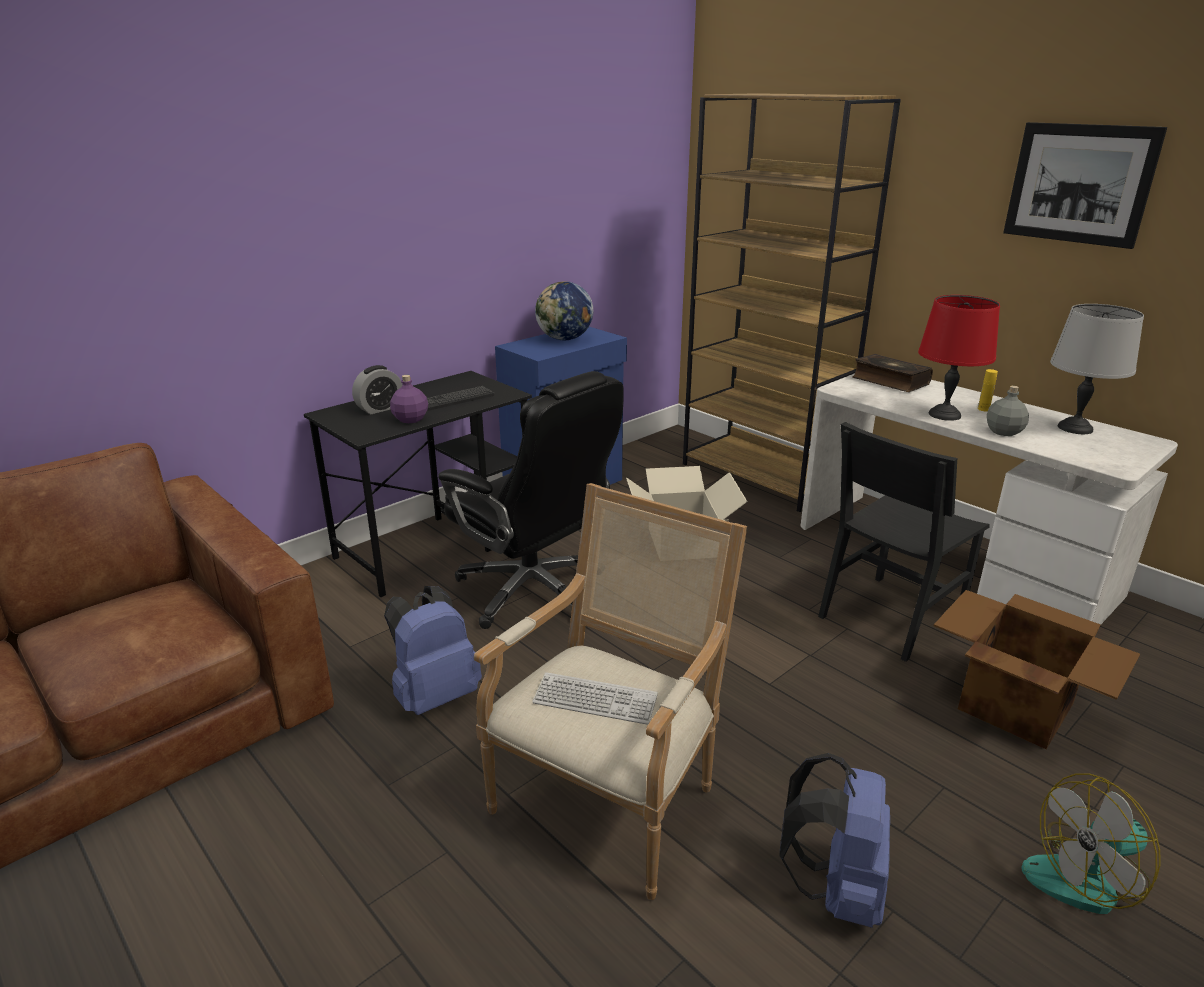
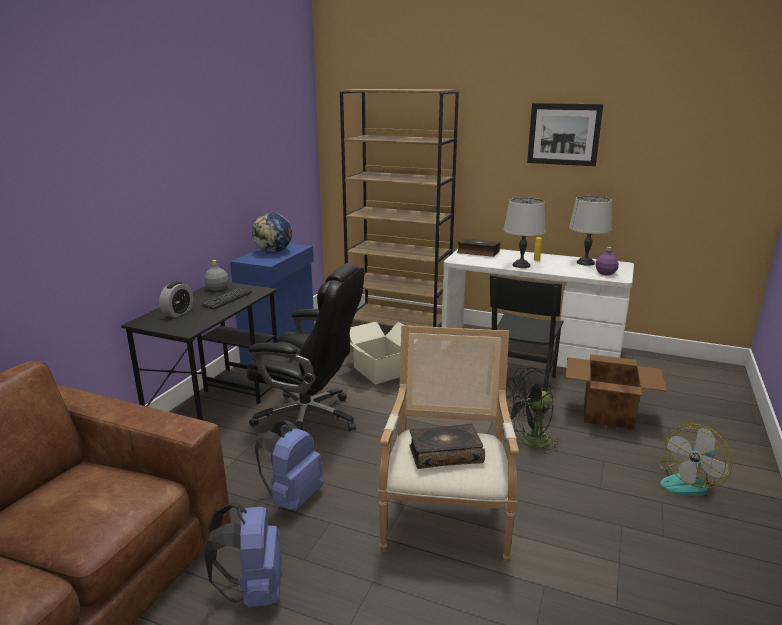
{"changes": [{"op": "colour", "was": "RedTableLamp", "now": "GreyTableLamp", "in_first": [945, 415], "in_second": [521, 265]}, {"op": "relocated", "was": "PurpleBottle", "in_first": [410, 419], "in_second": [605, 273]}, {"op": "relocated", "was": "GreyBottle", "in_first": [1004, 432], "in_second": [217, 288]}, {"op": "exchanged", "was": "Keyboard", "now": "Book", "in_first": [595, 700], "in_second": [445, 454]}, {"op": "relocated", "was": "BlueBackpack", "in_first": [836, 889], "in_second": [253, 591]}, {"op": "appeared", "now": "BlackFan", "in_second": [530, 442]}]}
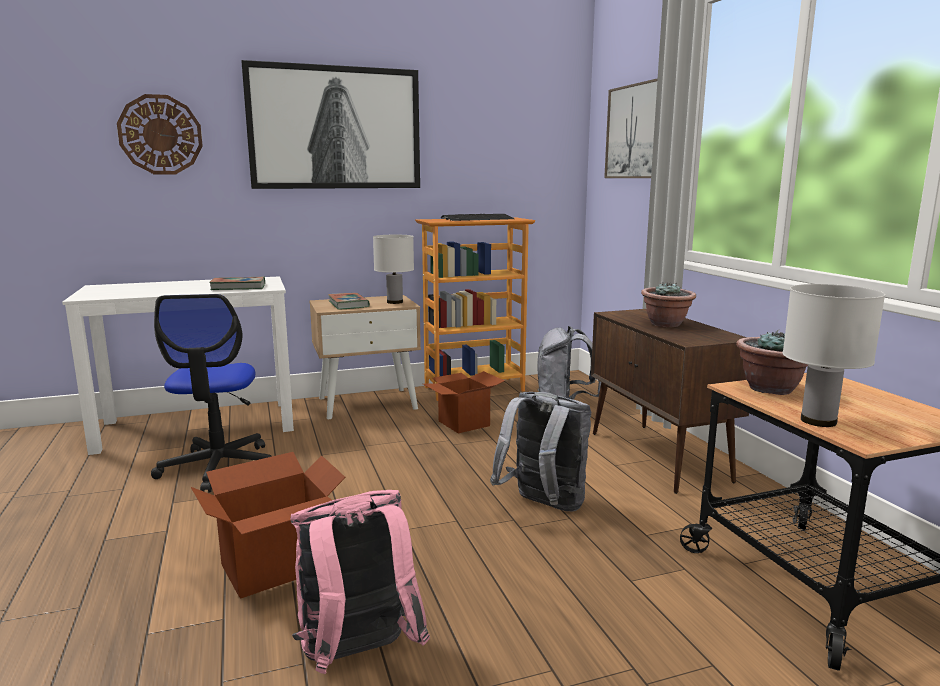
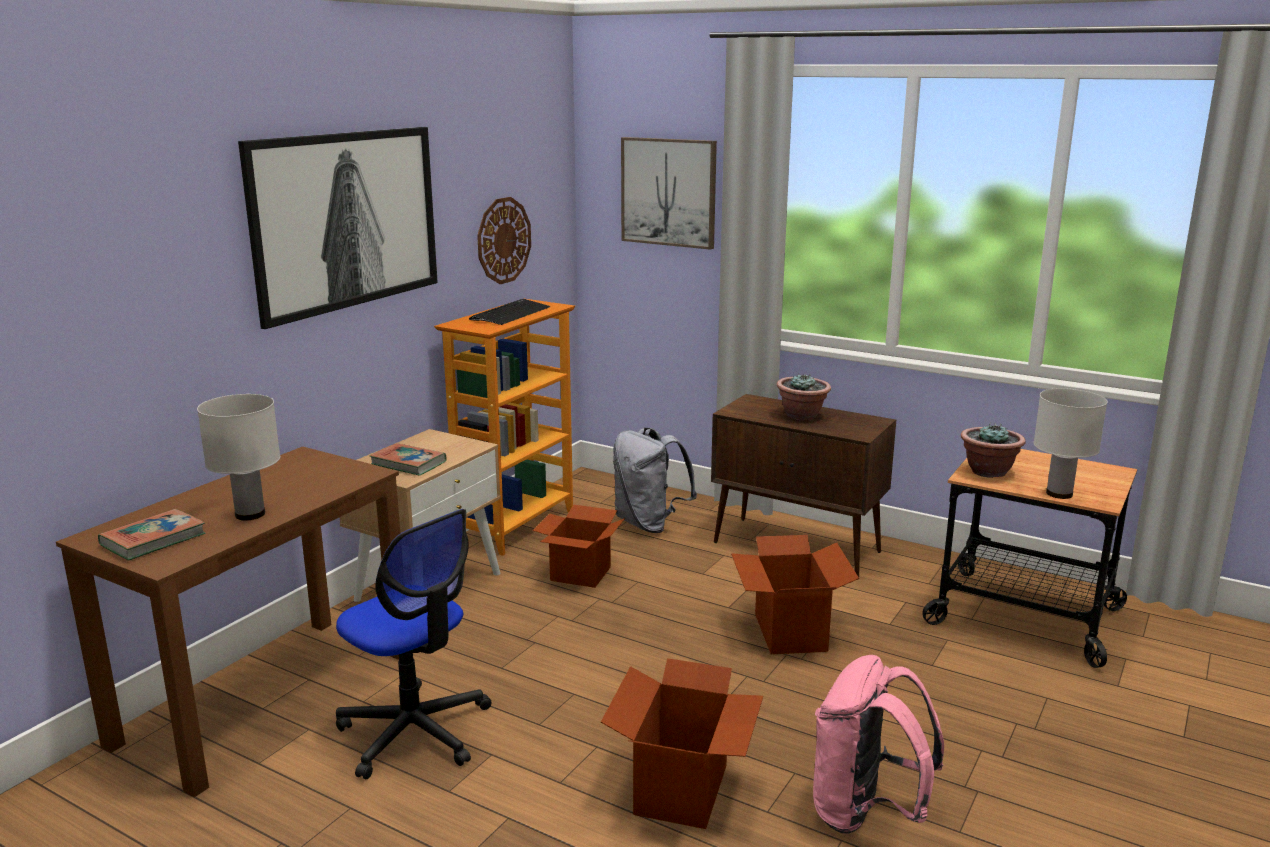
{"changes": [{"op": "relocated", "was": "WallClock", "in_first": [160, 135], "in_second": [503, 240]}, {"op": "relocated", "was": "WhiteTableLamp", "in_first": [394, 302], "in_second": [249, 514]}, {"op": "colour", "was": "WhiteDesk", "now": "BrownDesk", "in_first": [199, 426], "in_second": [267, 696]}, {"op": "relocated", "was": "Book", "in_first": [238, 287], "in_second": [153, 540]}, {"op": "exchanged", "was": "GreyBackpack", "now": "CardboardBox", "in_first": [543, 507], "in_second": [789, 632]}]}
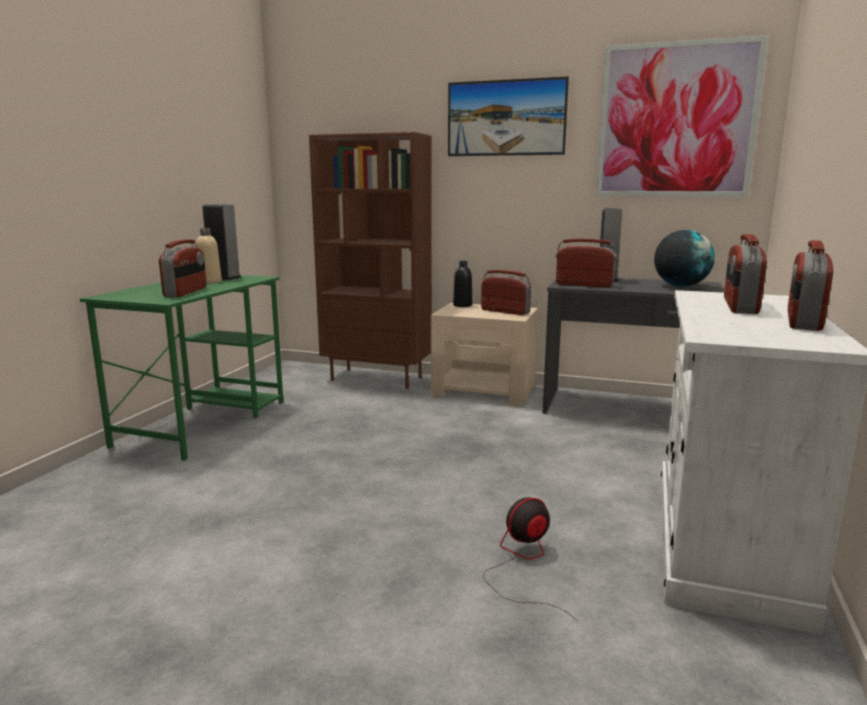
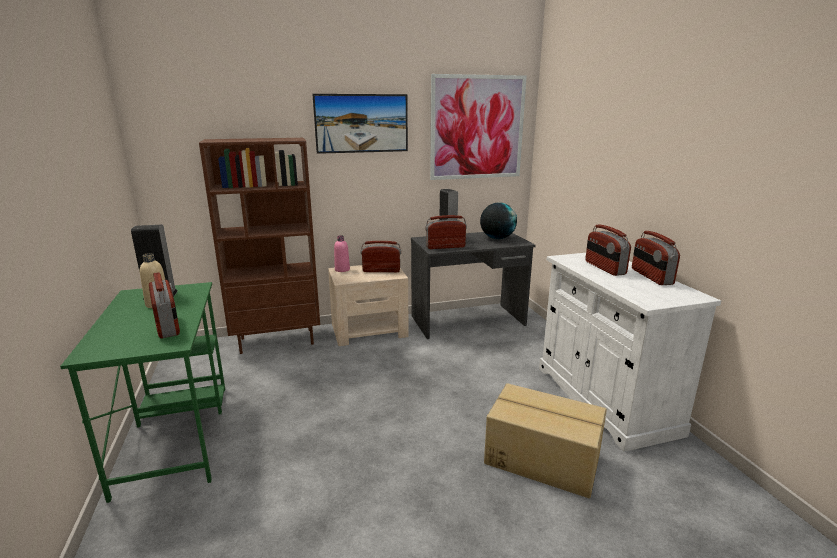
{"changes": [{"op": "colour", "was": "BlackBottle", "now": "PinkBottle", "in_first": [462, 305], "in_second": [342, 270]}, {"op": "exchanged", "was": "Fan", "now": "CardboardBox", "in_first": [523, 563], "in_second": [542, 458]}]}
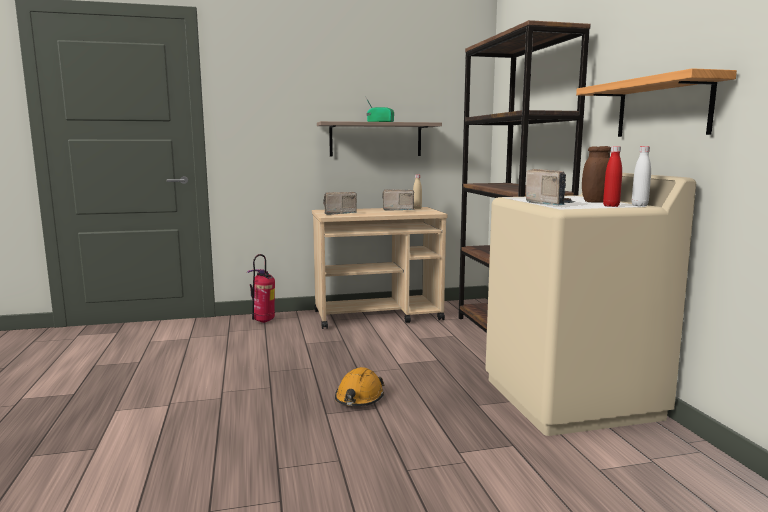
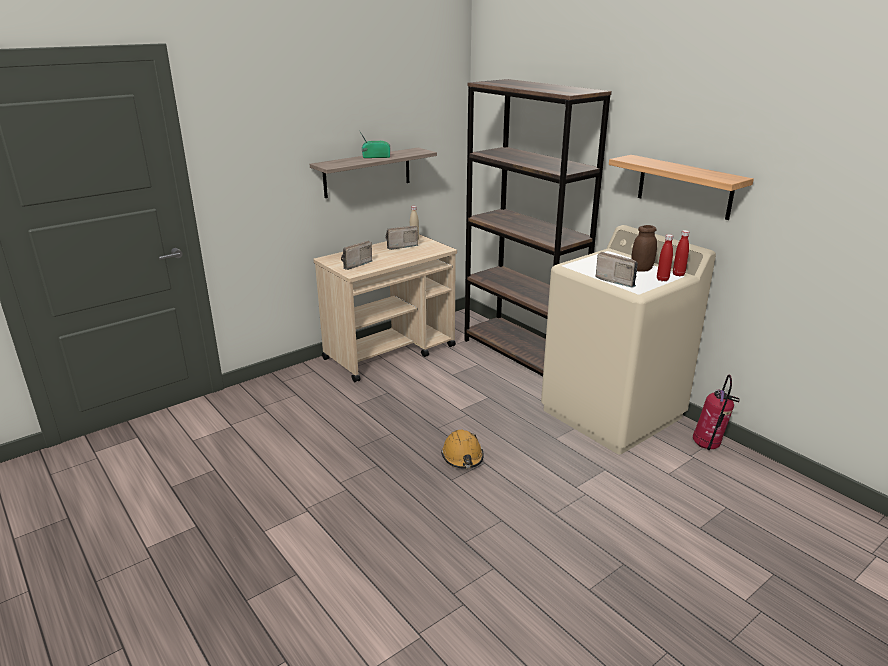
{"changes": [{"op": "colour", "was": "WhiteBottle", "now": "RedBottle", "in_first": [639, 205], "in_second": [678, 274]}, {"op": "relocated", "was": "FireExtinguisher", "in_first": [263, 321], "in_second": [708, 446]}]}
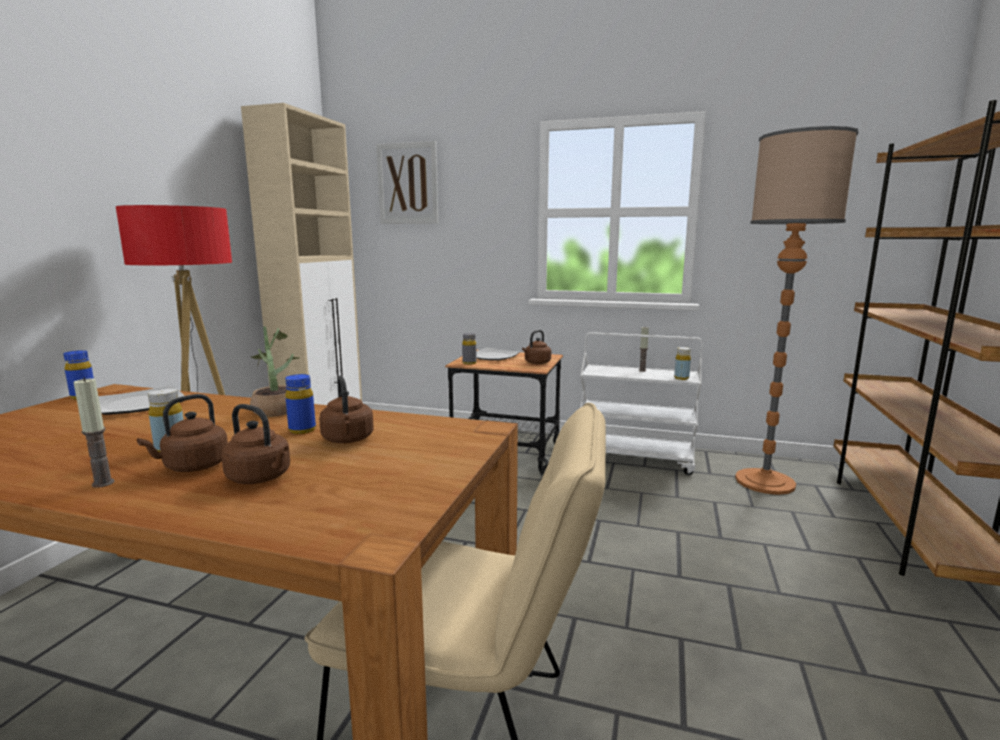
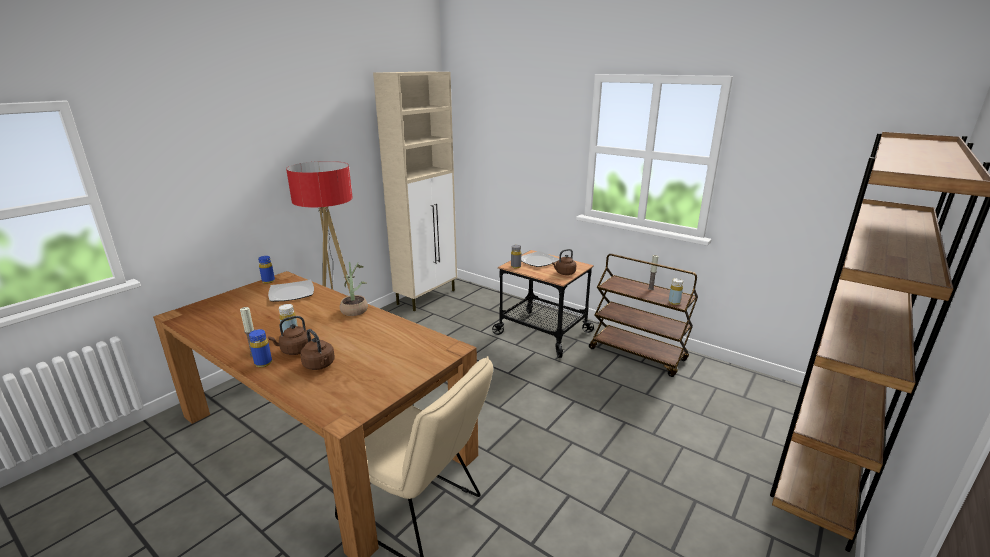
{"changes": [{"op": "missing", "was": "FloorLamp", "in_first": [764, 482]}, {"op": "missing", "was": "Picture", "in_first": [408, 184]}, {"op": "colour", "was": "WhiteCart", "now": "BrownCart", "in_first": [634, 459], "in_second": [638, 354]}, {"op": "relocated", "was": "BlueBottle", "in_first": [302, 430], "in_second": [263, 363]}, {"op": "missing", "was": "BrownKettle", "in_first": [348, 440]}]}
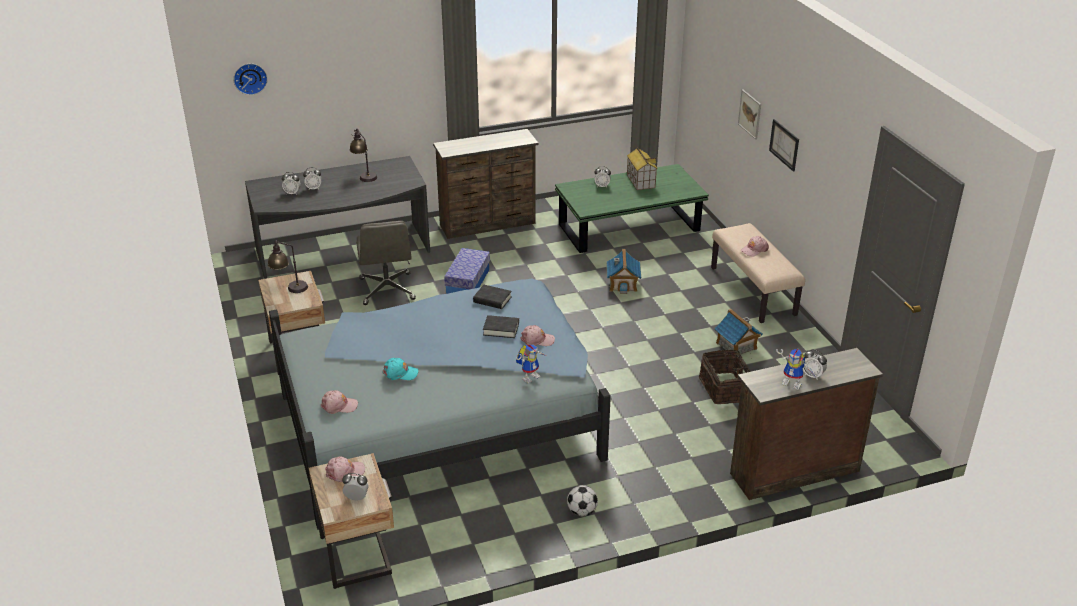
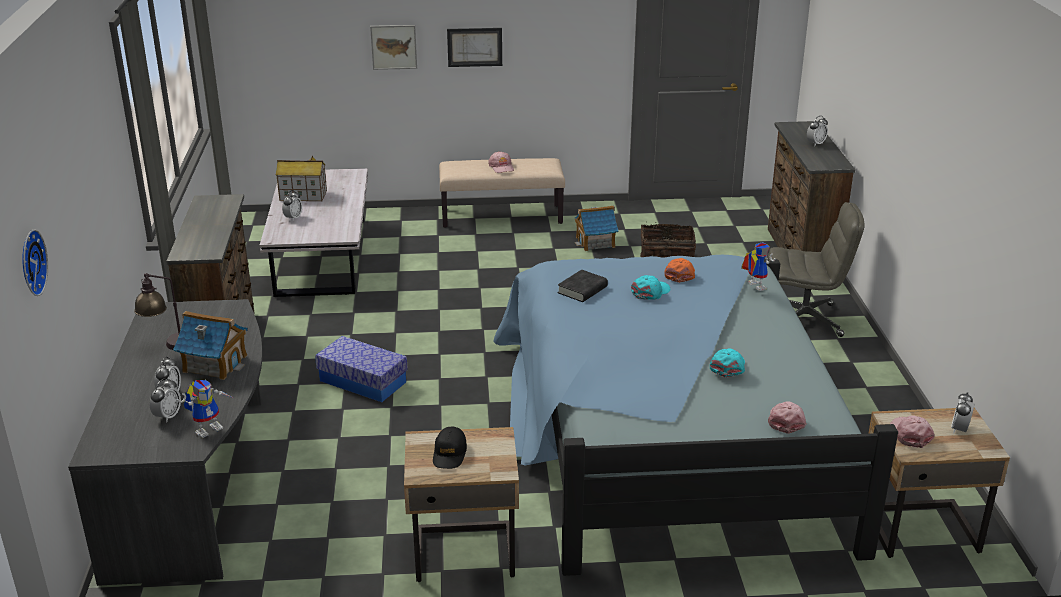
{"changes": [{"op": "colour", "was": "GreenCoffeeTable", "now": "WhiteCoffeeTable", "in_first": [629, 228], "in_second": [322, 256]}, {"op": "relocated", "was": "GreyOfficeChair", "in_first": [387, 289], "in_second": [805, 319]}, {"op": "exchanged", "was": "TableLamp", "now": "BlackCap", "in_first": [289, 288], "in_second": [449, 454]}, {"op": "relocated", "was": "ToyHouse", "in_first": [623, 284], "in_second": [215, 363]}, {"op": "exchanged", "was": "BlackBook", "now": "TurquoiseCap", "in_first": [501, 329], "in_second": [650, 292]}, {"op": "colour", "was": "PinkCap", "now": "OrangeCap", "in_first": [537, 340], "in_second": [680, 274]}, {"op": "relocated", "was": "ToyRobot", "in_first": [793, 383], "in_second": [208, 428]}, {"op": "missing", "was": "Football", "in_first": [582, 512]}]}
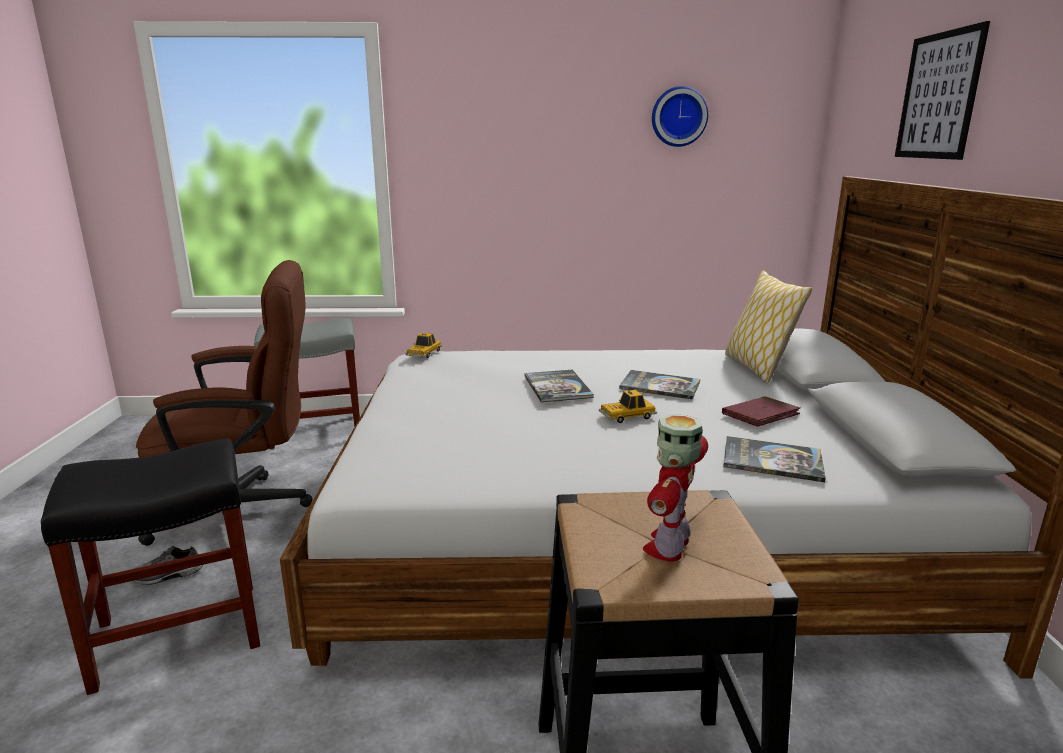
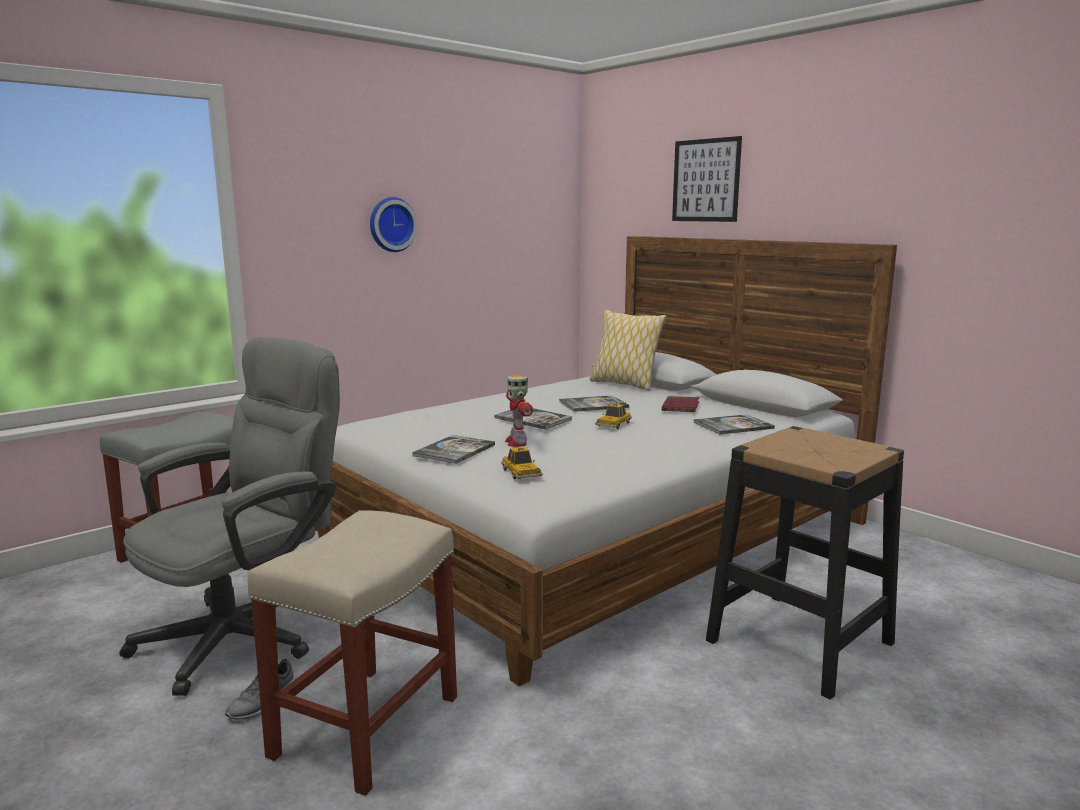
{"changes": [{"op": "relocated", "was": "WallClock", "in_first": [678, 117], "in_second": [391, 224]}, {"op": "colour", "was": "BrownOfficeChair", "now": "GreyOfficeChair", "in_first": [246, 512], "in_second": [247, 632]}, {"op": "relocated", "was": "ToyCar", "in_first": [424, 353], "in_second": [521, 473]}, {"op": "relocated", "was": "ToyRobot", "in_first": [669, 545], "in_second": [517, 442]}, {"op": "colour", "was": "BlackStool", "now": "BeigeStool", "in_first": [181, 633], "in_second": [367, 724]}, {"op": "appeared", "now": "Book", "in_second": [454, 450]}]}
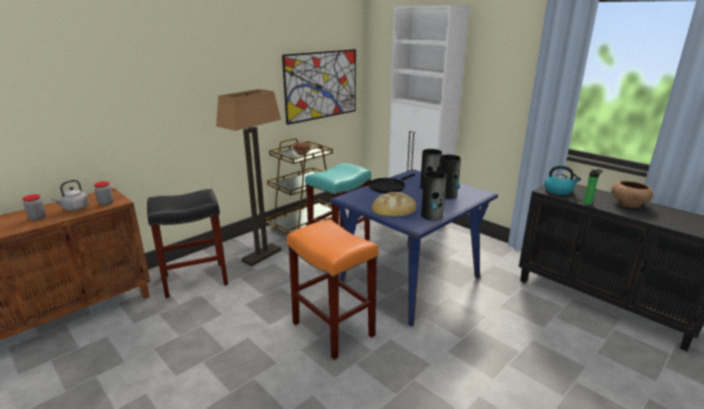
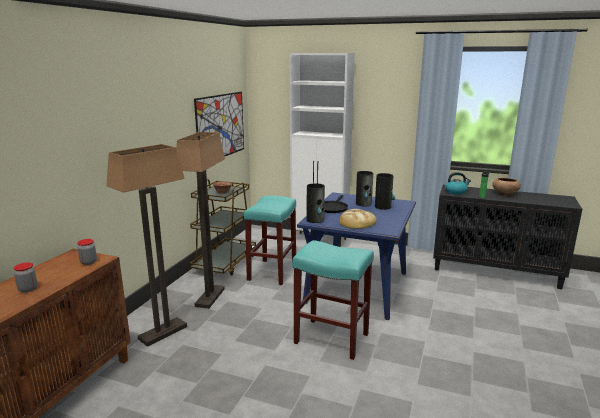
{"changes": [{"op": "relocated", "was": "Vase", "in_first": [432, 215], "in_second": [315, 220]}, {"op": "missing", "was": "GreyKettle", "in_first": [75, 208]}, {"op": "exchanged", "was": "BlackStool", "now": "FloorLamp", "in_first": [196, 279], "in_second": [163, 332]}, {"op": "colour", "was": "OrangeStool", "now": "TurquoiseStool", "in_first": [332, 329], "in_second": [330, 338]}]}
